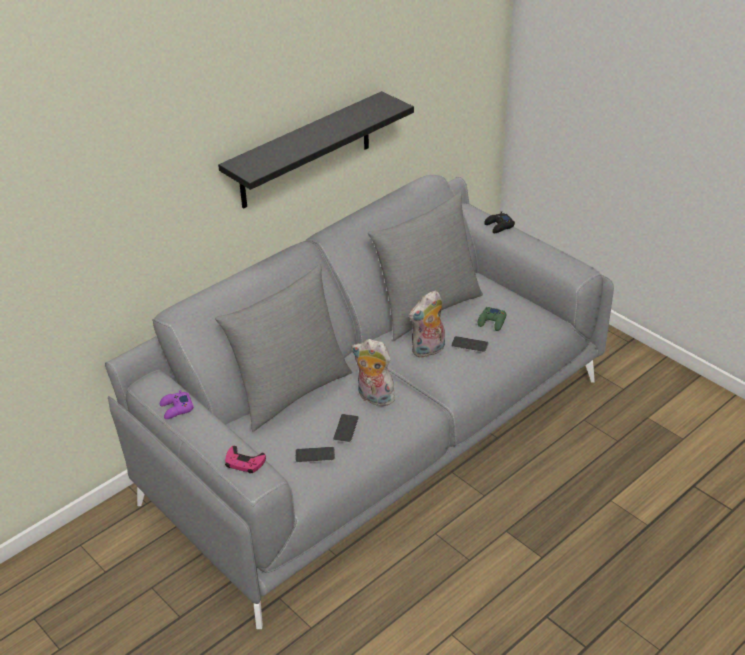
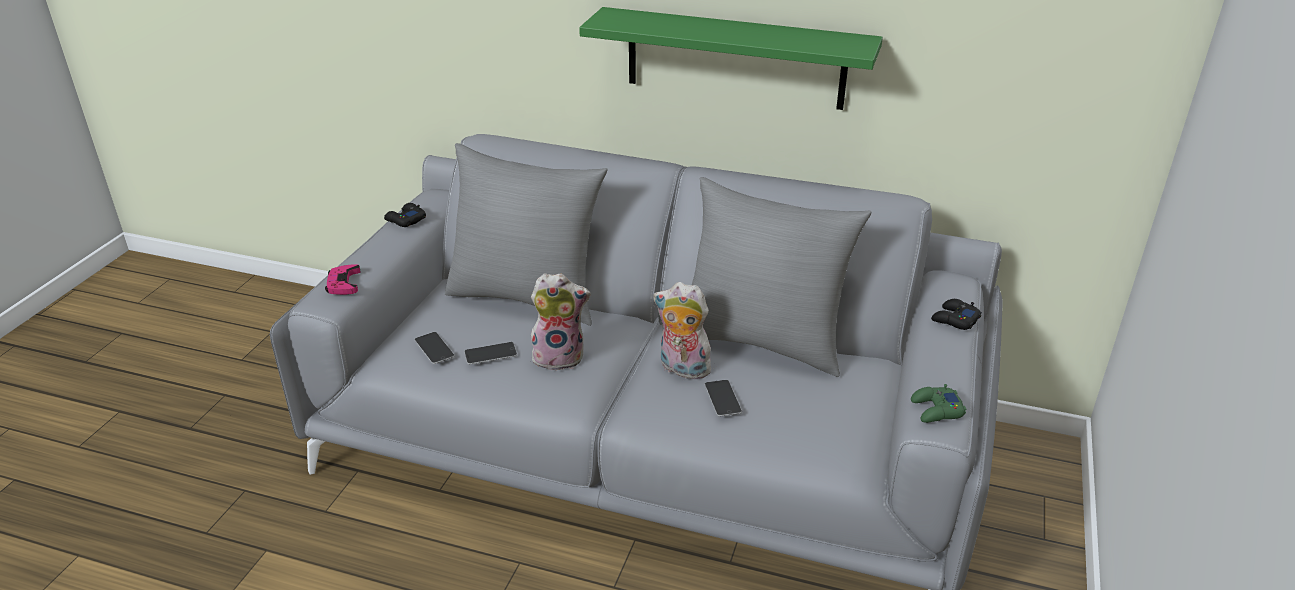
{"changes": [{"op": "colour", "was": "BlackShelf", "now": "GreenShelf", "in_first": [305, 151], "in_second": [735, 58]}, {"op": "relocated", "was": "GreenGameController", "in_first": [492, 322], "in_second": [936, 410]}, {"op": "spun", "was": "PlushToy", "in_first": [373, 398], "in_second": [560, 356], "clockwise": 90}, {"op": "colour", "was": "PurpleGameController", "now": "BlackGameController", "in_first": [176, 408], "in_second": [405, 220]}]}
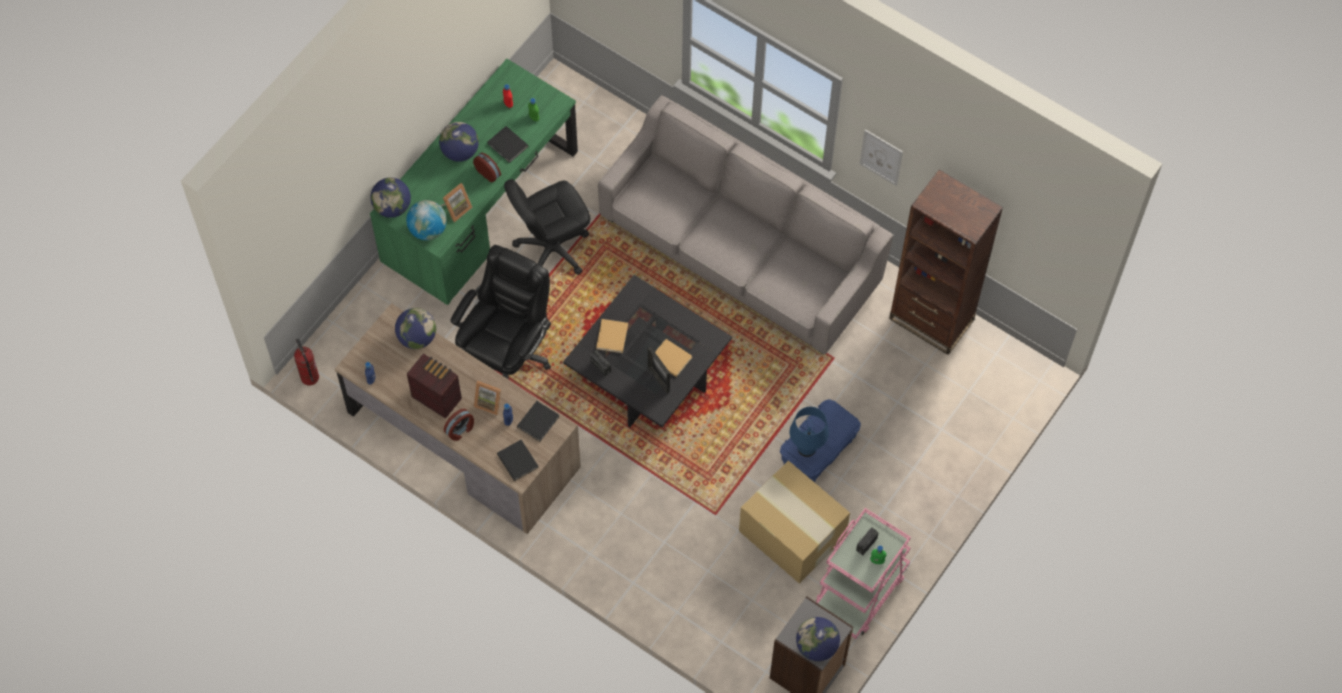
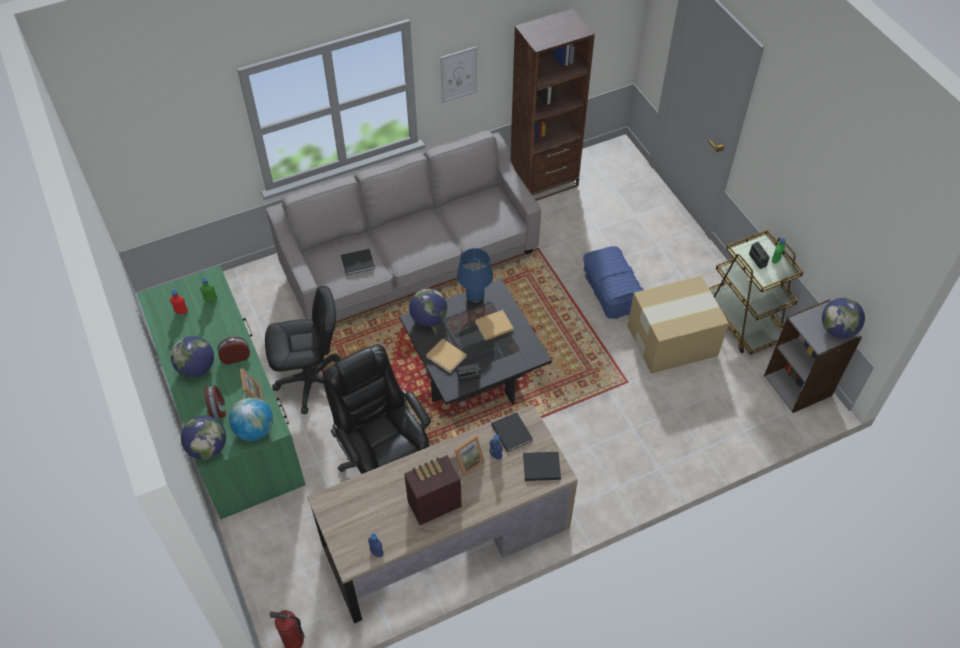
{"changes": [{"op": "relocated", "was": "BlackBook", "in_first": [508, 146], "in_second": [359, 262]}, {"op": "spun", "was": "BlackOfficeChair", "in_first": [552, 249], "in_second": [311, 382], "clockwise": -105}, {"op": "relocated", "was": "Globe", "in_first": [417, 337], "in_second": [428, 319]}, {"op": "missing", "was": "PictureFrame", "in_first": [658, 379]}, {"op": "relocated", "was": "BlueTableLamp", "in_first": [807, 448], "in_second": [475, 298]}, {"op": "relocated", "was": "AlarmClock", "in_first": [460, 430], "in_second": [218, 408]}, {"op": "colour", "was": "PinkCart", "now": "BrownCart", "in_first": [859, 591], "in_second": [743, 321]}]}
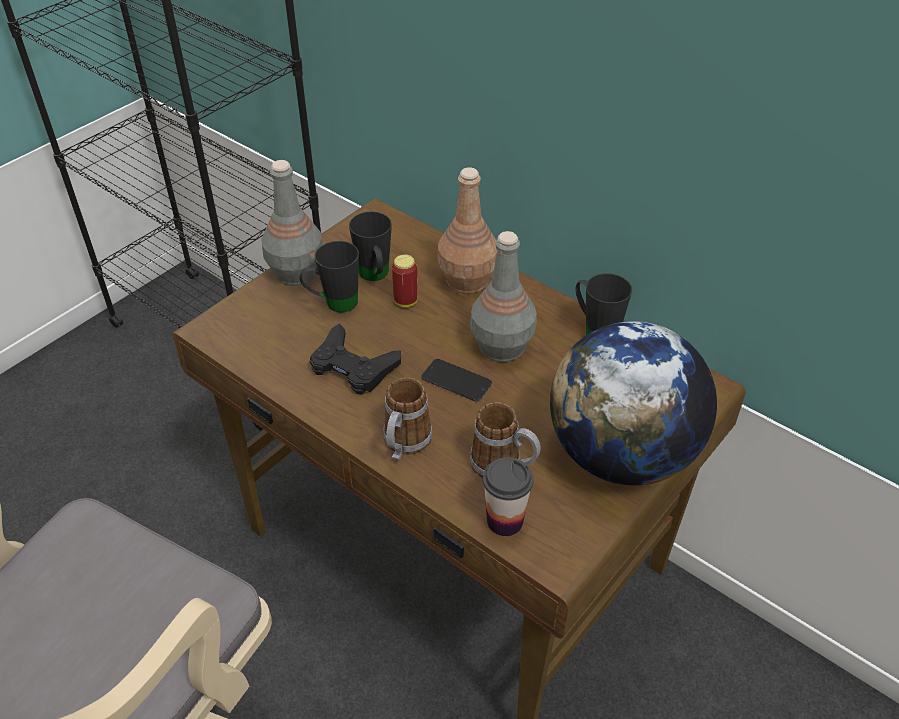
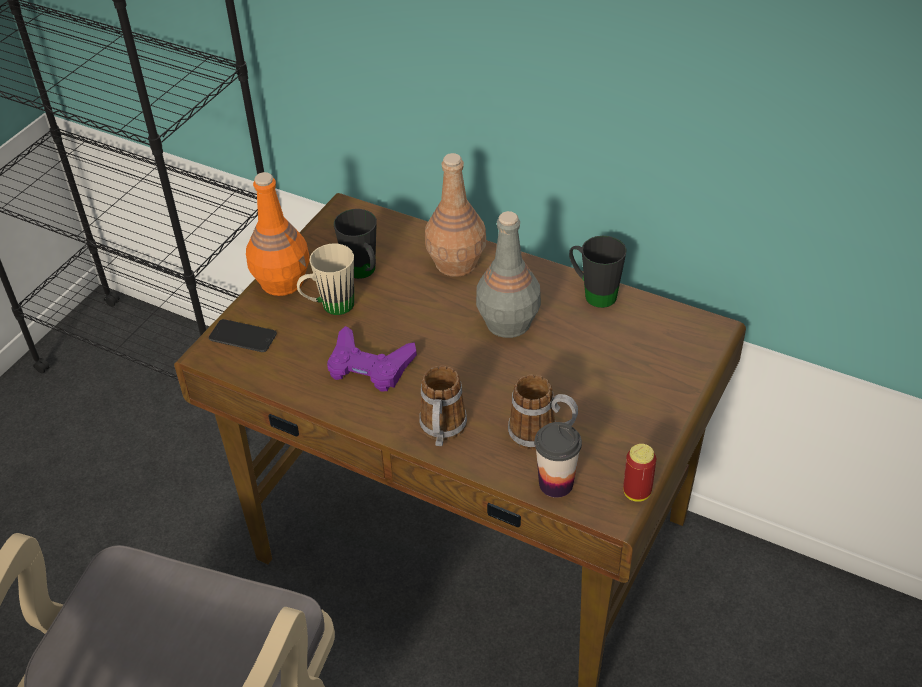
{"changes": [{"op": "colour", "was": "GreyBottle", "now": "OrangeBottle", "in_first": [297, 272], "in_second": [282, 281]}, {"op": "colour", "was": "BlackMug", "now": "BeigeMug", "in_first": [333, 303], "in_second": [330, 307]}, {"op": "relocated", "was": "Can", "in_first": [406, 301], "in_second": [637, 492]}, {"op": "missing", "was": "Globe", "in_first": [621, 455]}, {"op": "colour", "was": "BlackGameController", "now": "PurpleGameController", "in_first": [353, 367], "in_second": [369, 366]}, {"op": "relocated", "was": "Phone", "in_first": [456, 381], "in_second": [243, 337]}]}
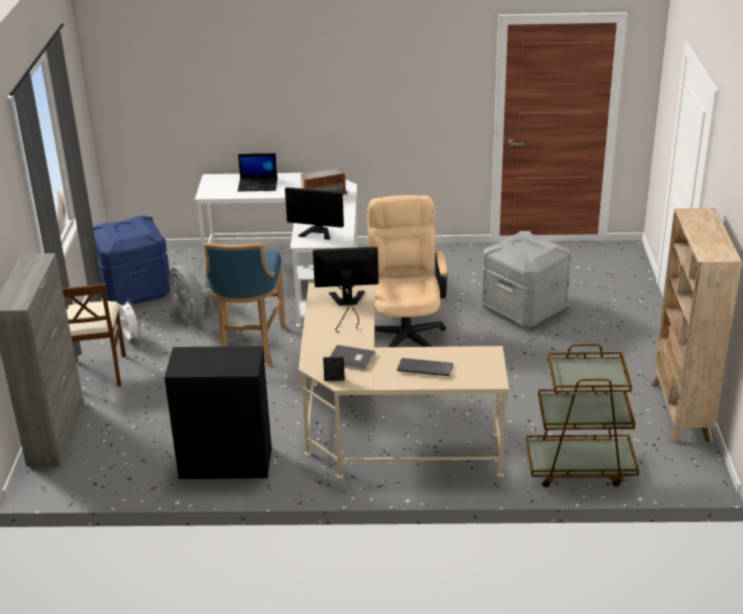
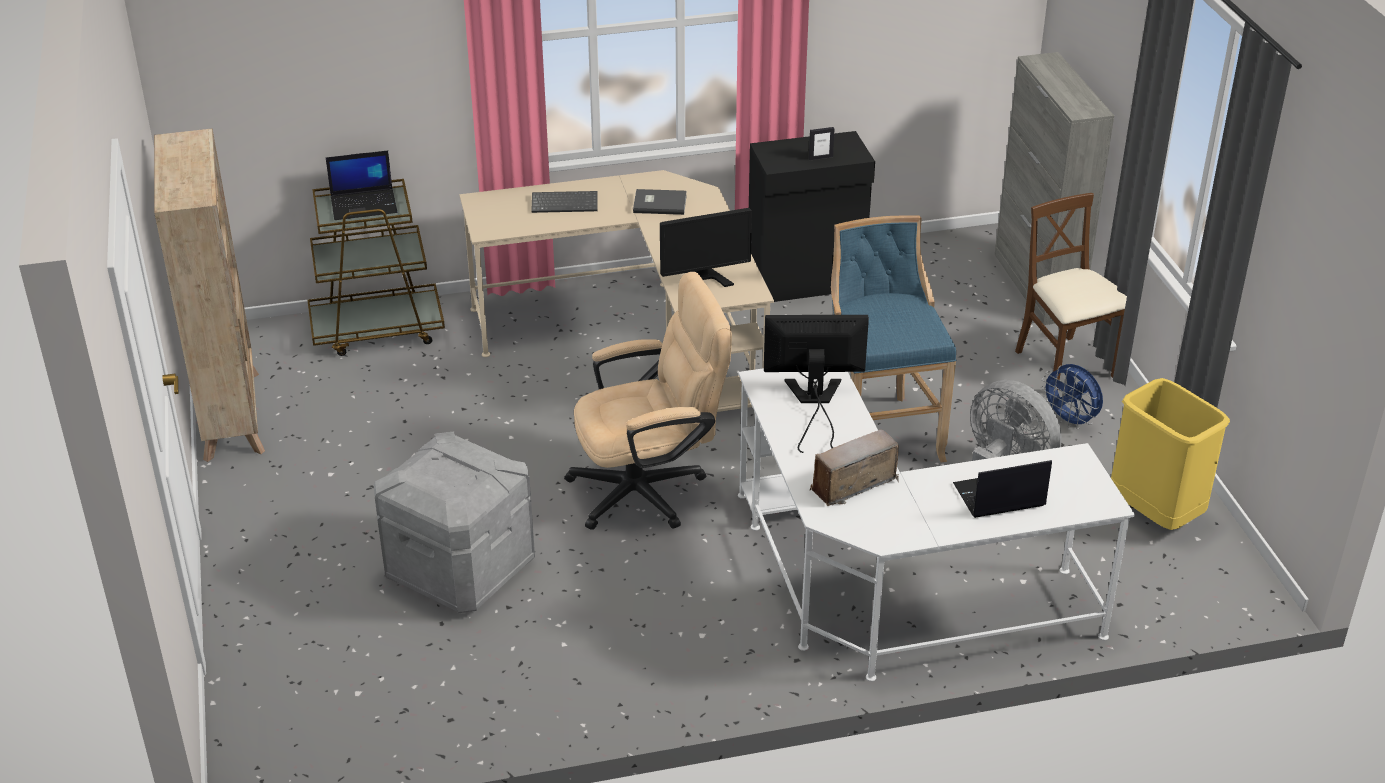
{"changes": [{"op": "spun", "was": "BeigeOfficeChair", "in_first": [405, 333], "in_second": [650, 489], "clockwise": -90}, {"op": "exchanged", "was": "BlueStorageBox", "now": "YellowTrashCan", "in_first": [134, 289], "in_second": [1155, 514]}, {"op": "colour", "was": "WhiteFan", "now": "BlueFan", "in_first": [130, 339], "in_second": [1070, 421]}, {"op": "relocated", "was": "PictureFrame", "in_first": [334, 380], "in_second": [820, 157]}, {"op": "appeared", "now": "Laptop", "in_second": [364, 204]}]}
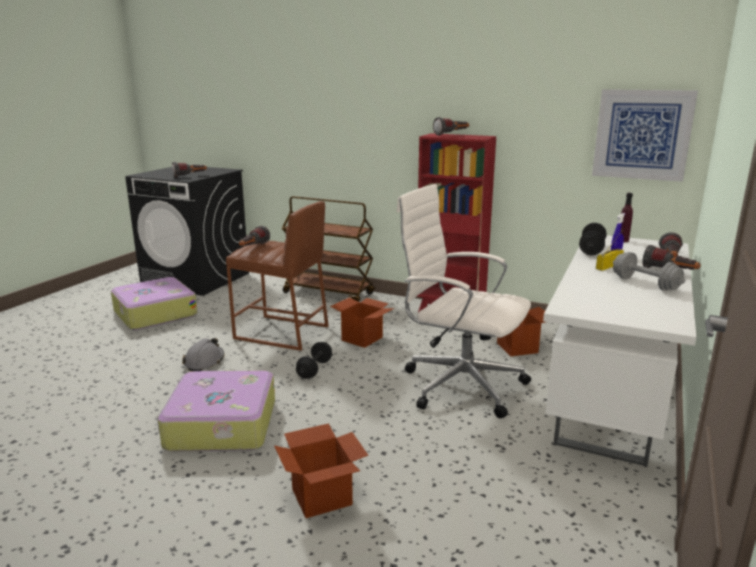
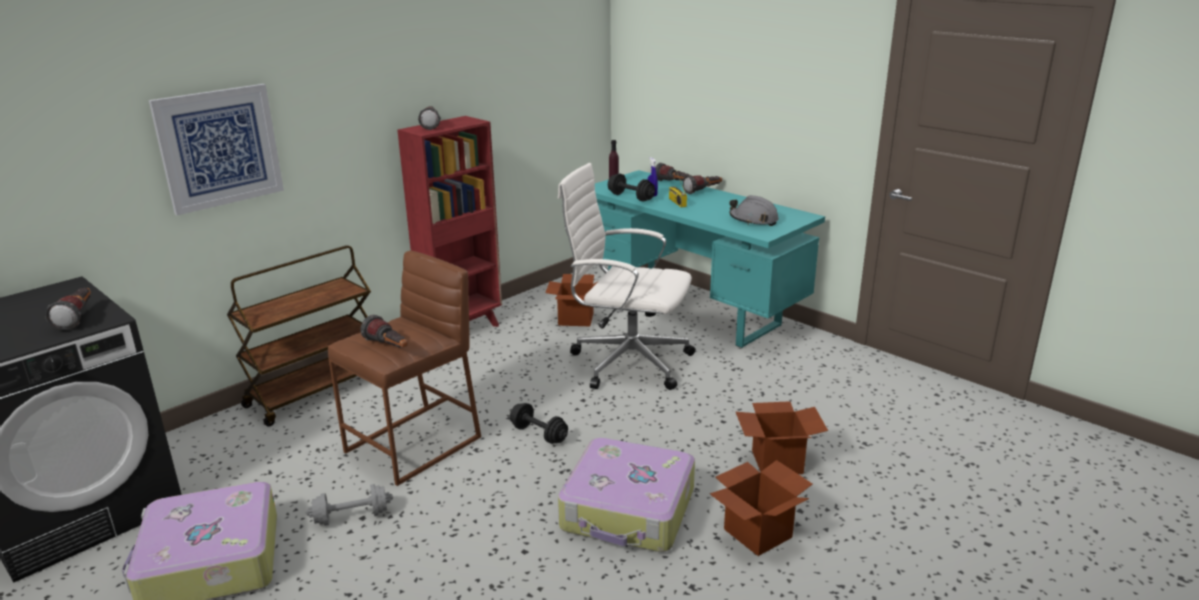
{"changes": [{"op": "relocated", "was": "Picture", "in_first": [642, 135], "in_second": [219, 147]}, {"op": "spun", "was": "WhiteOfficeChair", "in_first": [460, 384], "in_second": [627, 362], "clockwise": 60}, {"op": "colour", "was": "WhiteDesk", "now": "TurquoiseDesk", "in_first": [610, 401], "in_second": [692, 310]}, {"op": "relocated", "was": "GreyDumbbell", "in_first": [645, 284], "in_second": [352, 517]}, {"op": "relocated", "was": "CardboardBox", "in_first": [362, 339], "in_second": [758, 533]}, {"op": "relocated", "was": "GreyHardHat", "in_first": [204, 361], "in_second": [753, 220]}]}
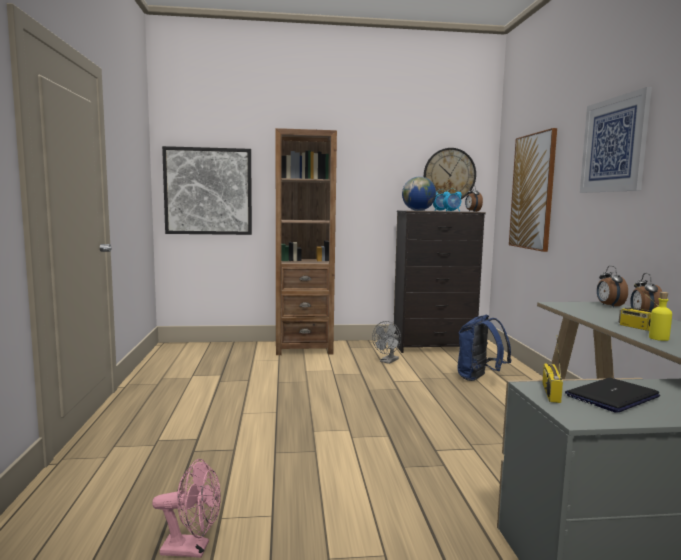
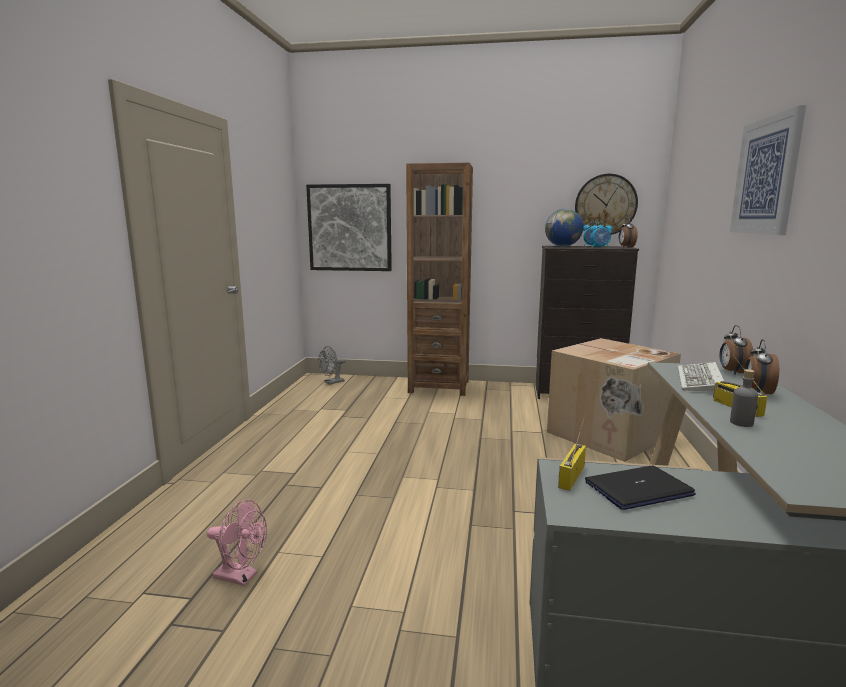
{"changes": [{"op": "missing", "was": "Picture", "in_first": [533, 191]}, {"op": "colour", "was": "YellowBottle", "now": "GreyBottle", "in_first": [658, 338], "in_second": [741, 423]}, {"op": "exchanged", "was": "BlueBackpack", "now": "CardboardBox", "in_first": [479, 378], "in_second": [608, 435]}, {"op": "relocated", "was": "GreyFan", "in_first": [387, 361], "in_second": [332, 382]}, {"op": "appeared", "now": "Keyboard", "in_second": [700, 381]}]}
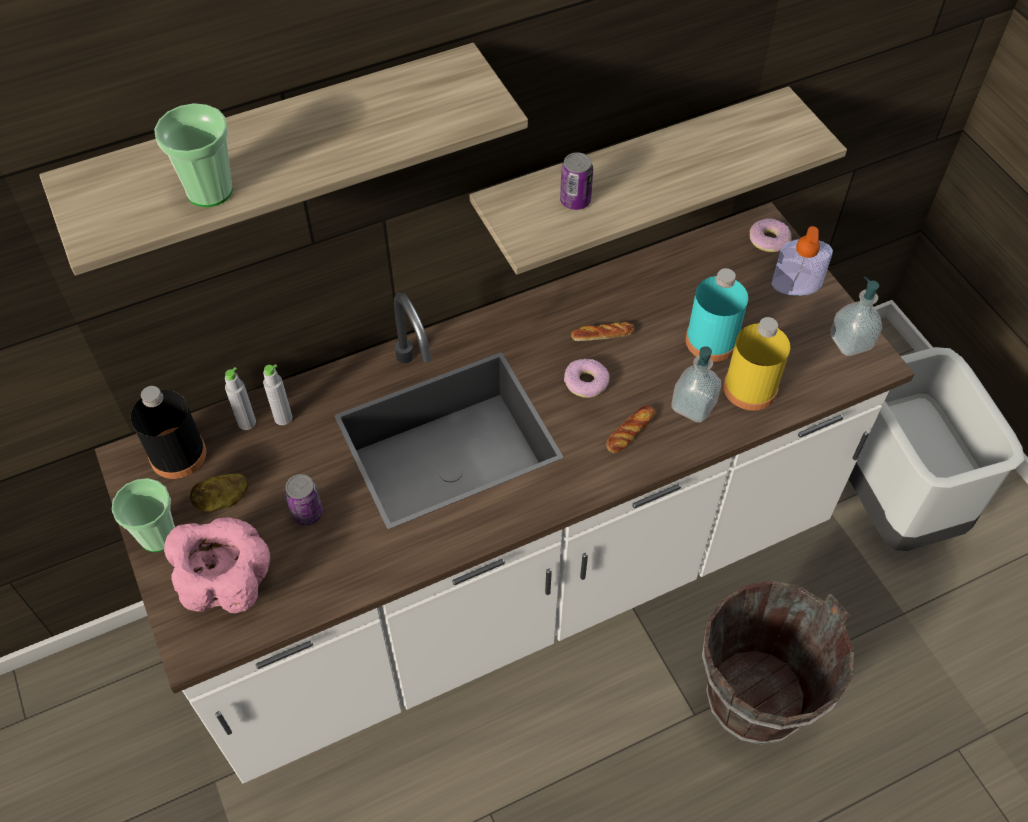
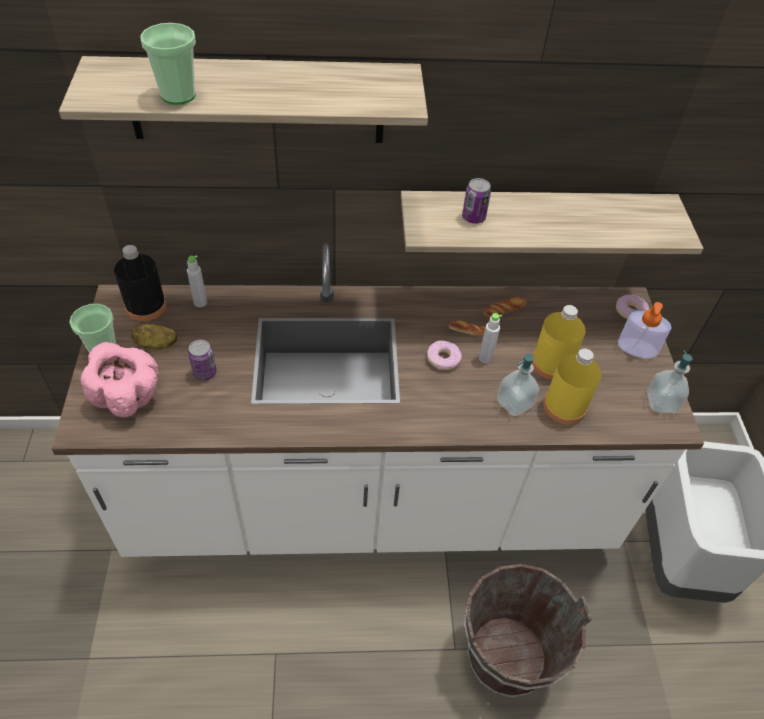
{"changes": [{"op": "colour", "was": "TurquoiseBottle", "now": "YellowBottle", "in_first": [711, 341], "in_second": [551, 364]}, {"op": "relocated", "was": "GreyBottle", "in_first": [283, 418], "in_second": [485, 358]}, {"op": "relocated", "was": "Bread", "in_first": [630, 431], "in_second": [504, 309]}]}
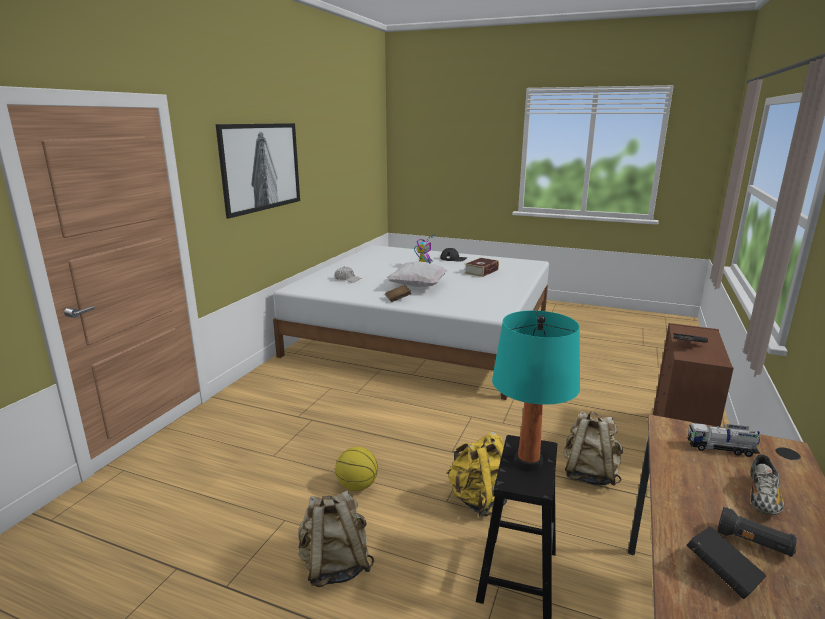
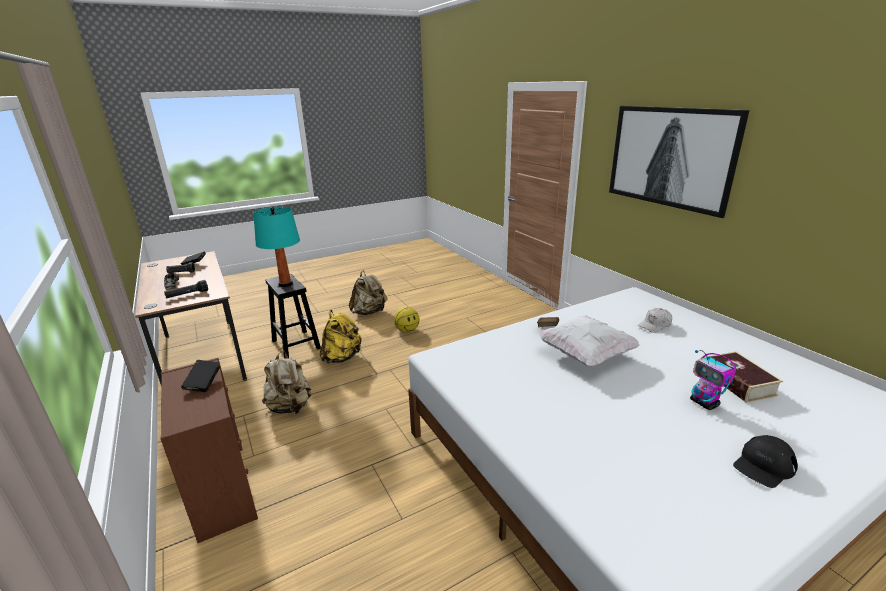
{"changes": [{"op": "relocated", "was": "Book", "in_first": [481, 271], "in_second": [738, 383]}, {"op": "exchanged", "was": "ToyTruck", "now": "BlackFlashlight", "in_first": [721, 449], "in_second": [187, 295]}]}
